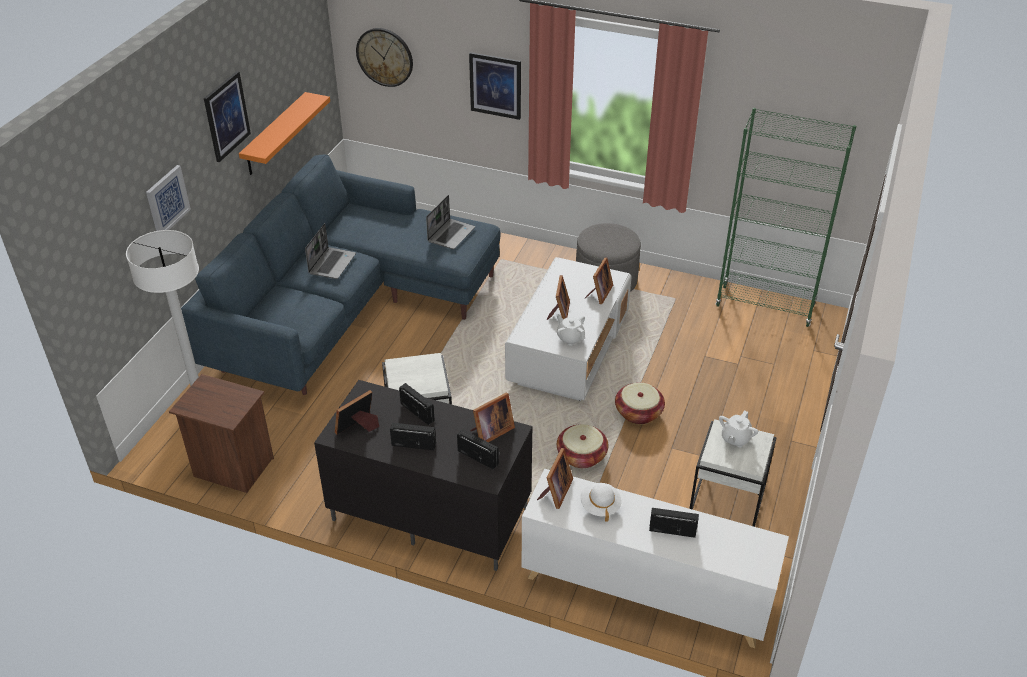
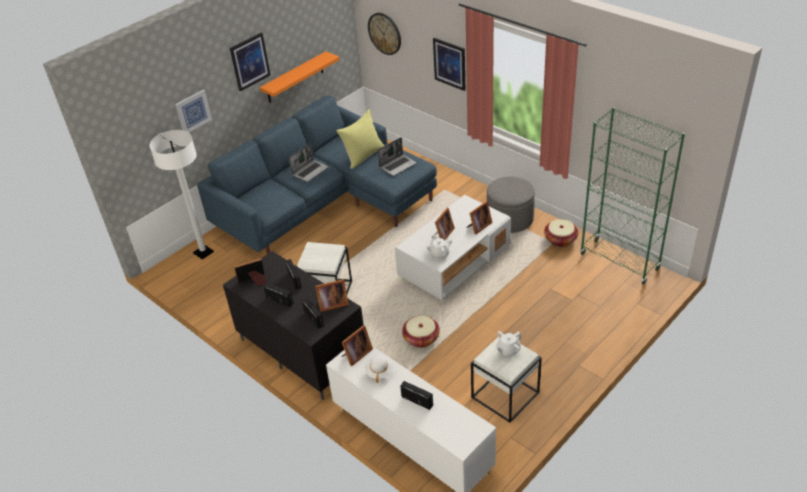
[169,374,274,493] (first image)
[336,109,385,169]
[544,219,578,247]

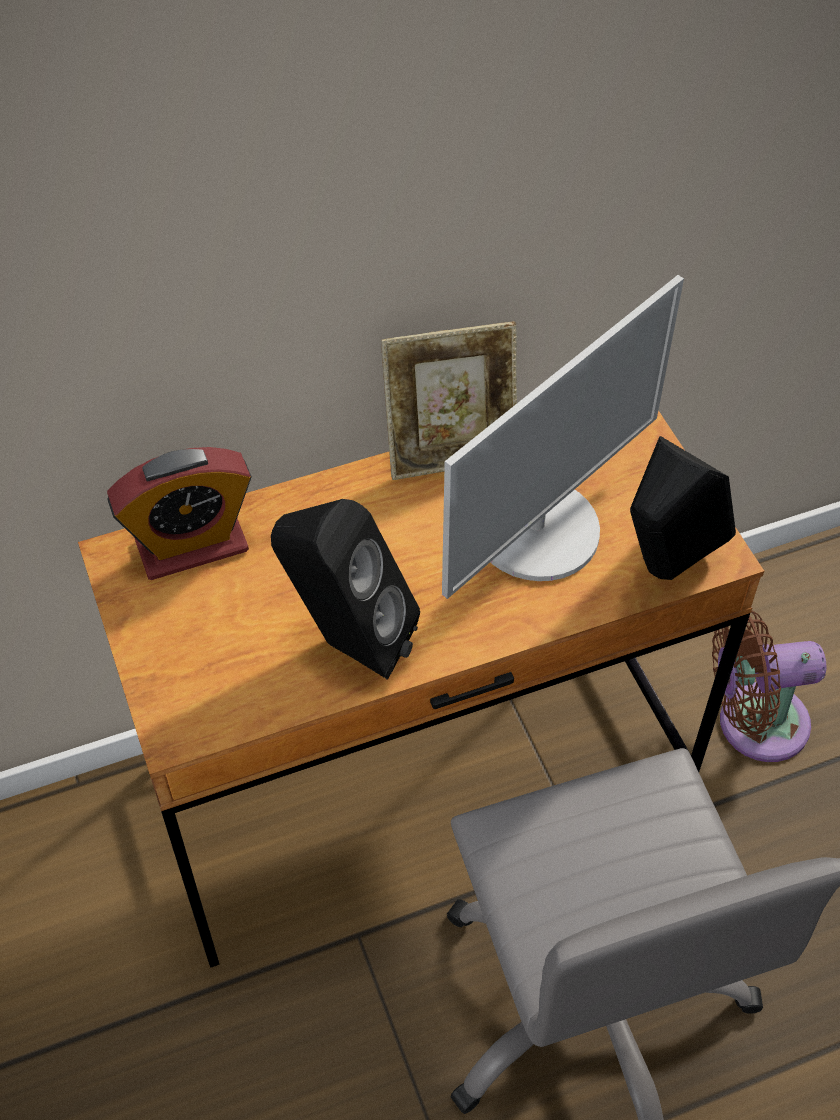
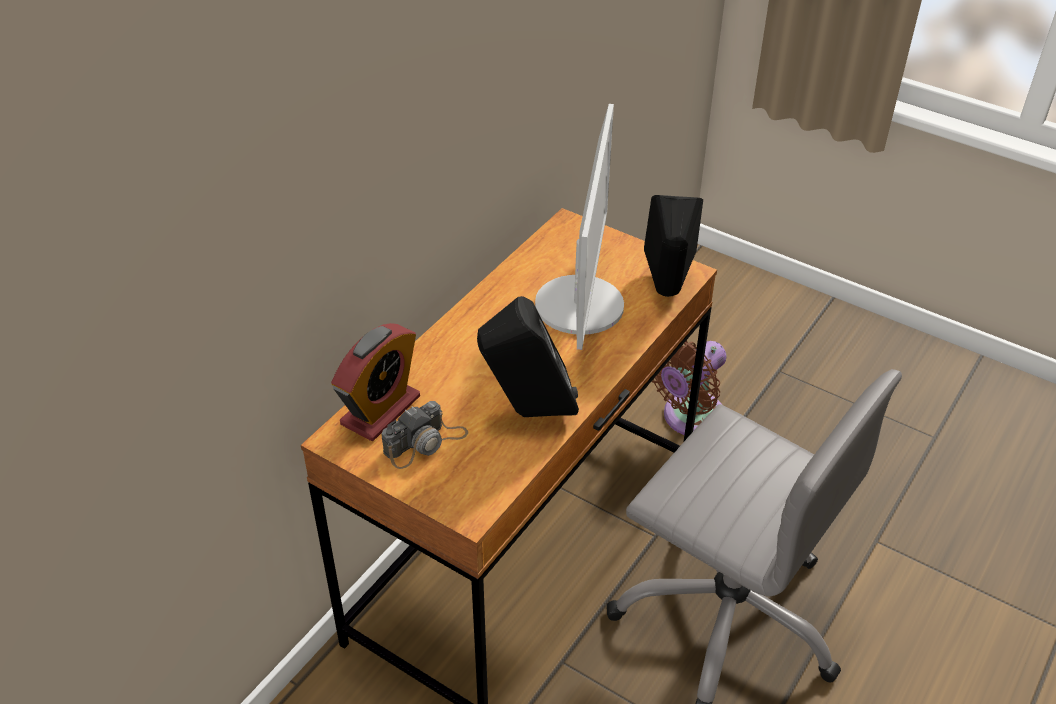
[381,321,517,480] (first image)
[381,401,468,469]

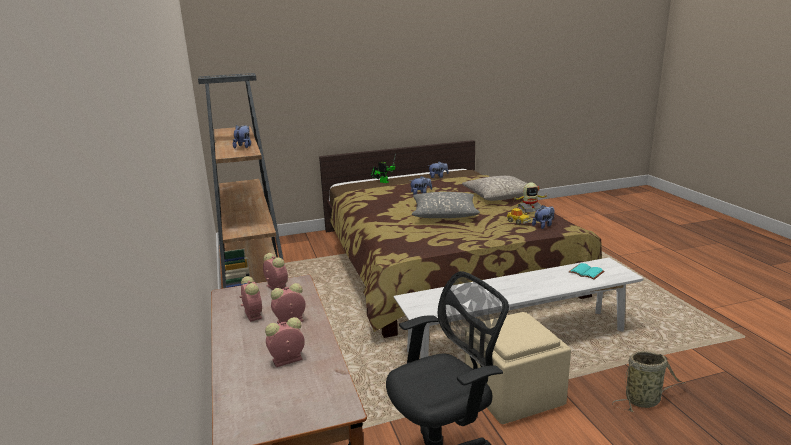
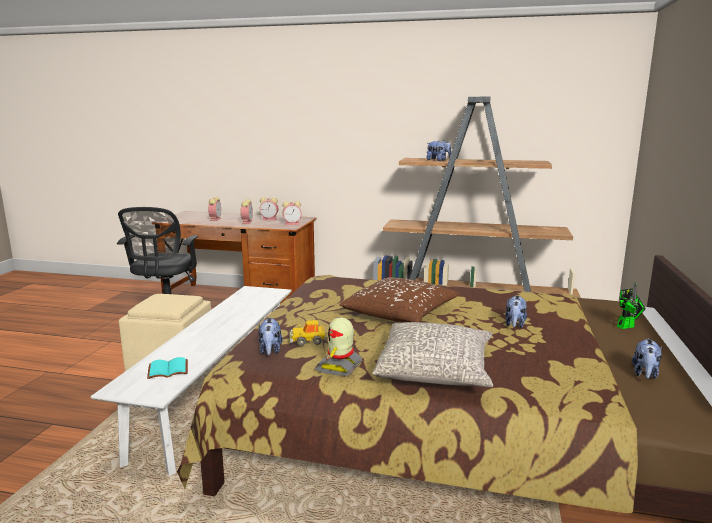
[612,351,685,412] (first image)
[339,277,459,322]

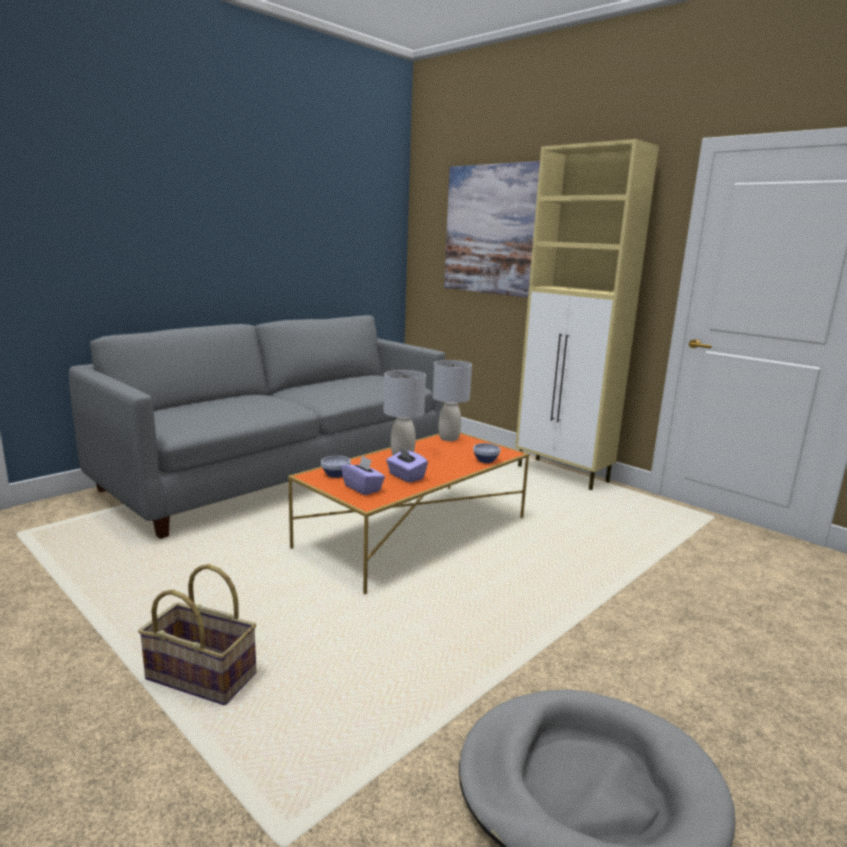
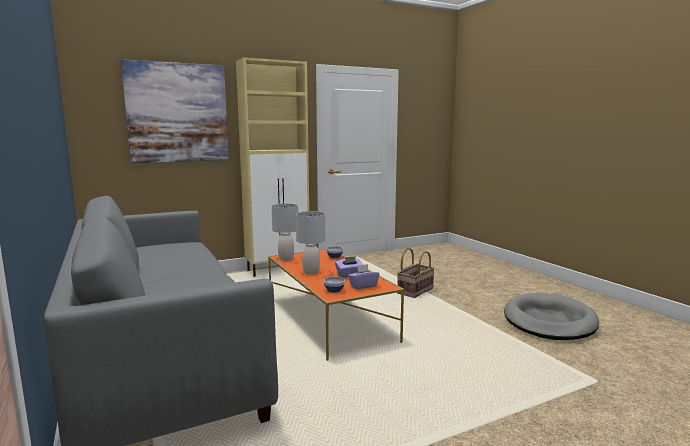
[397,248,435,298]

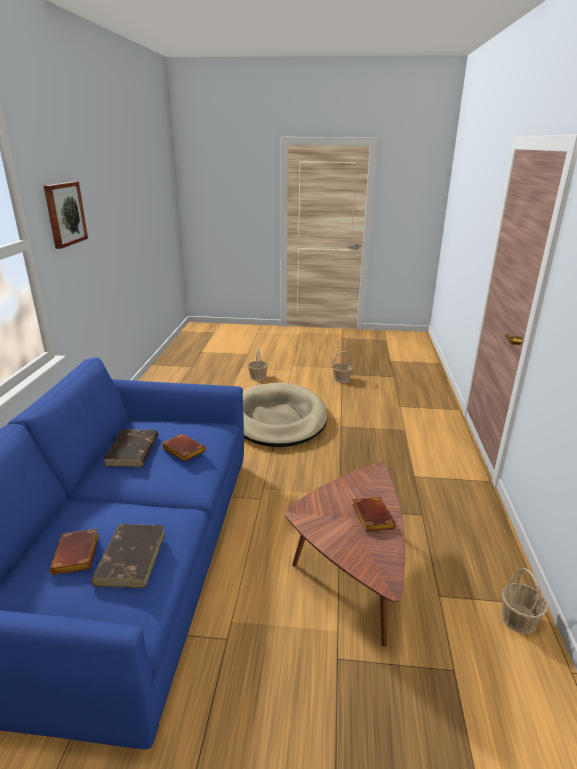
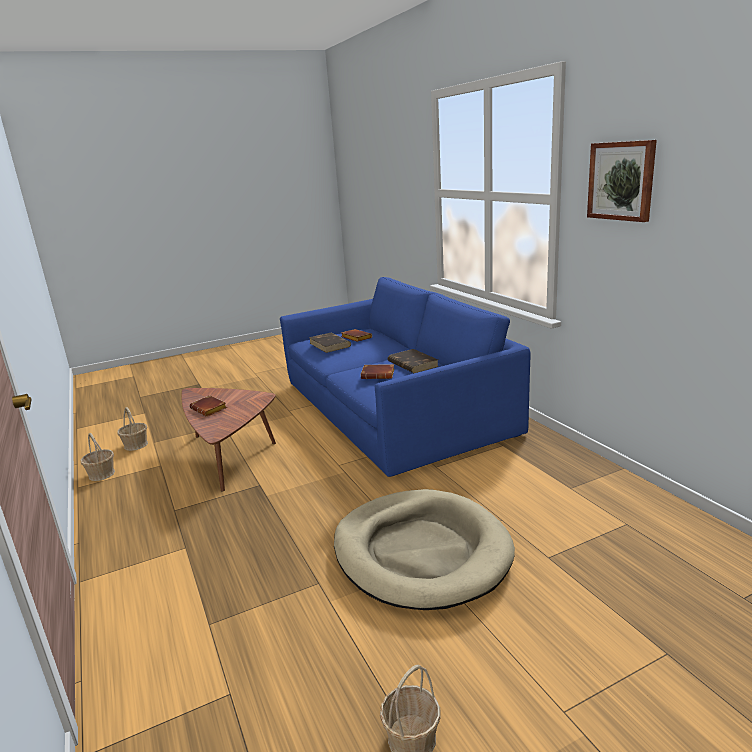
[117,407,148,451]

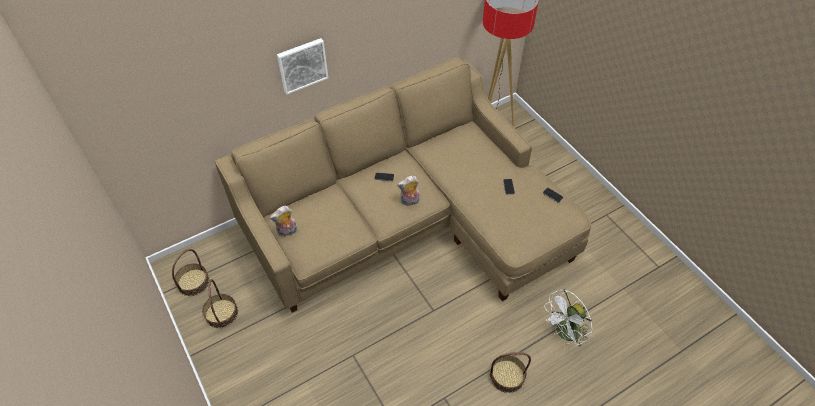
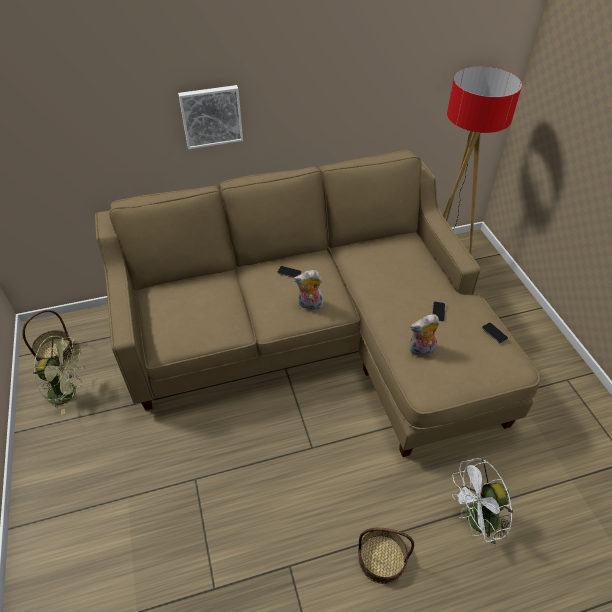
[409,314,440,356]
[33,335,85,415]

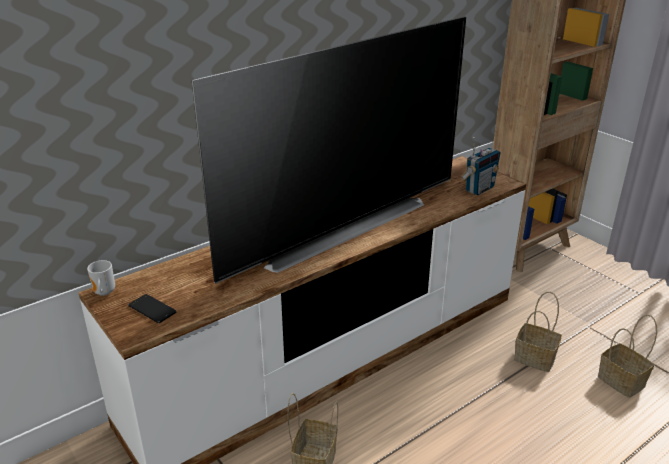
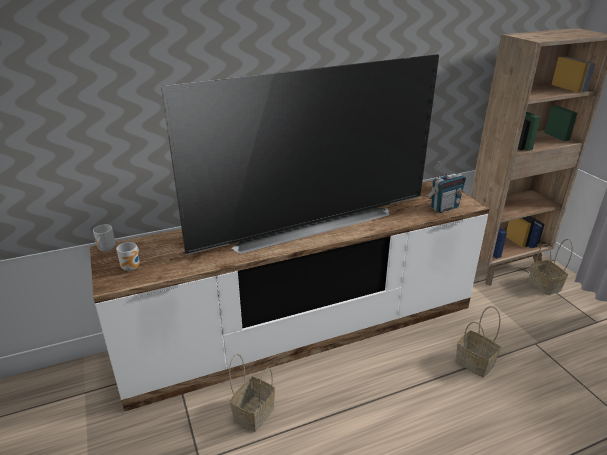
[528,239,573,295]
[116,242,140,271]

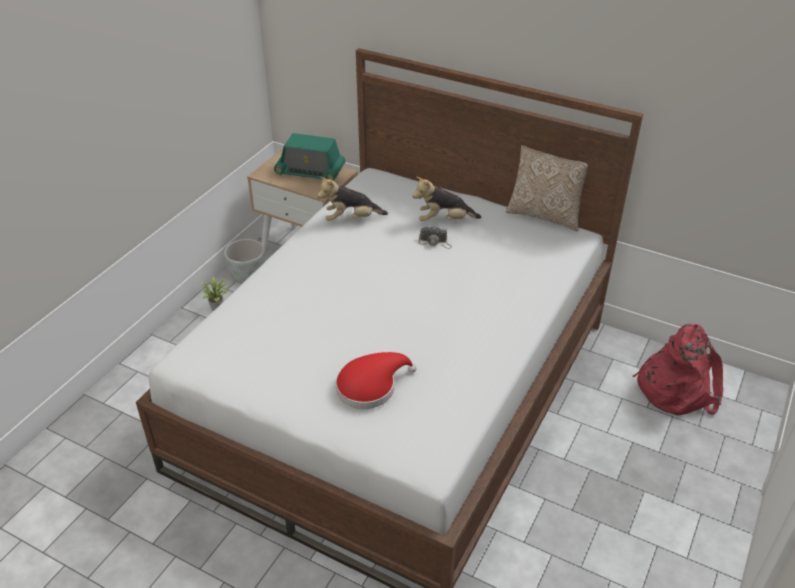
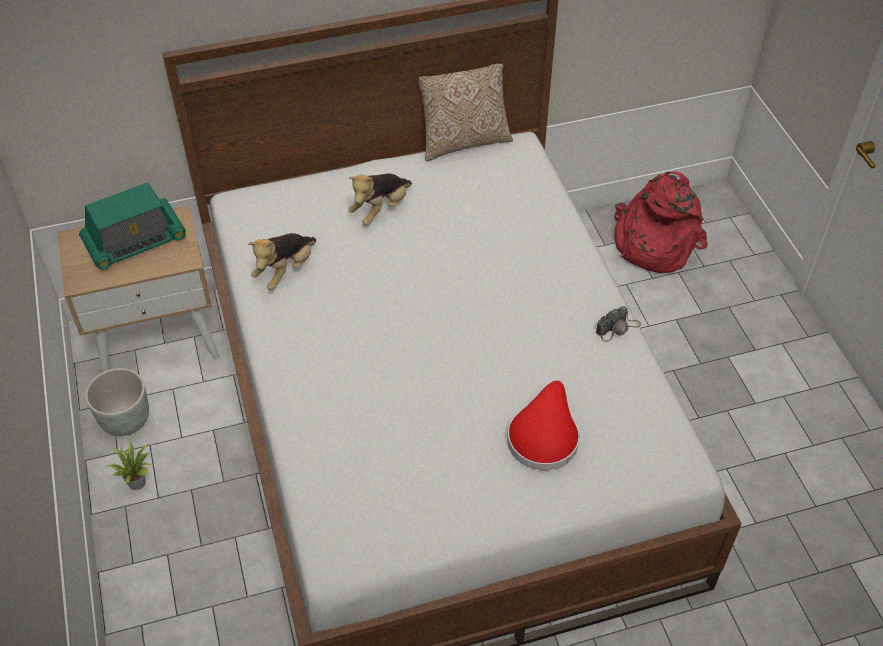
[596,306,641,342]

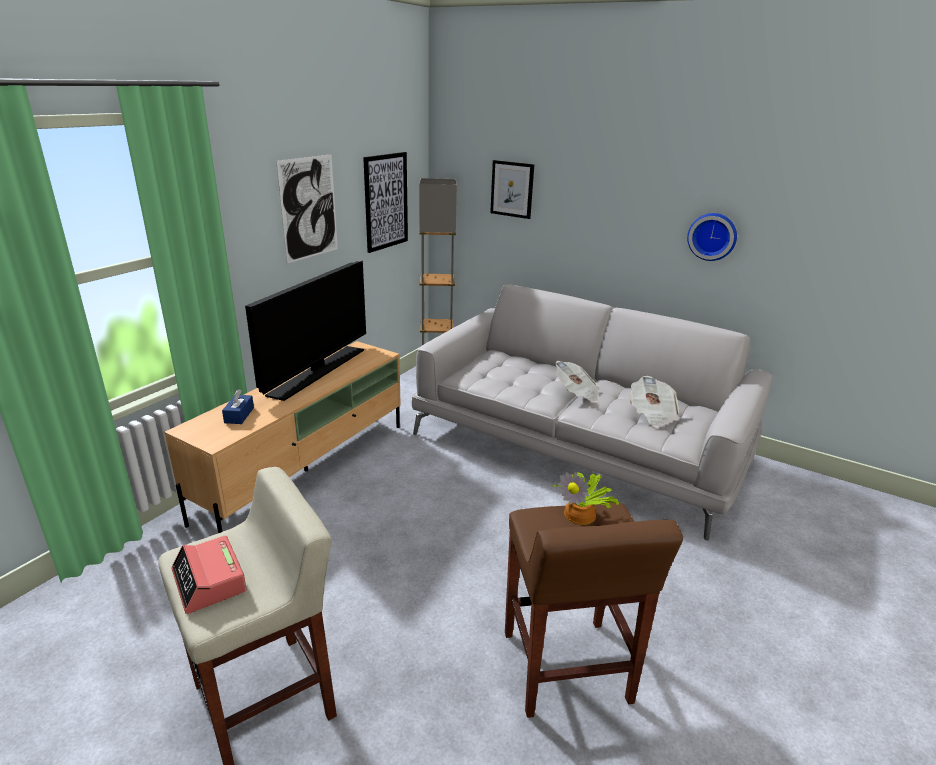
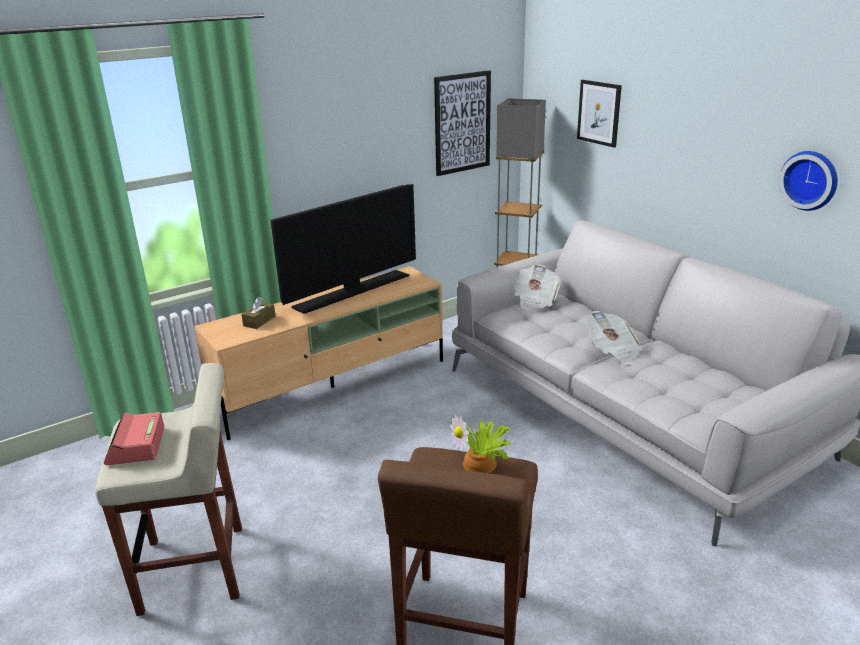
[276,154,338,264] (first image)
[513,264,561,310]
[241,297,276,329]

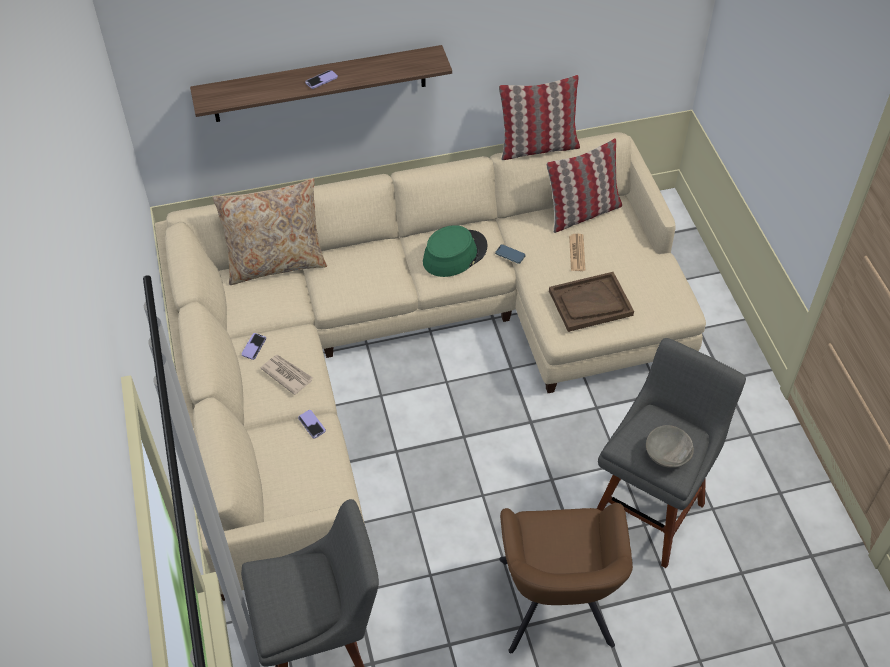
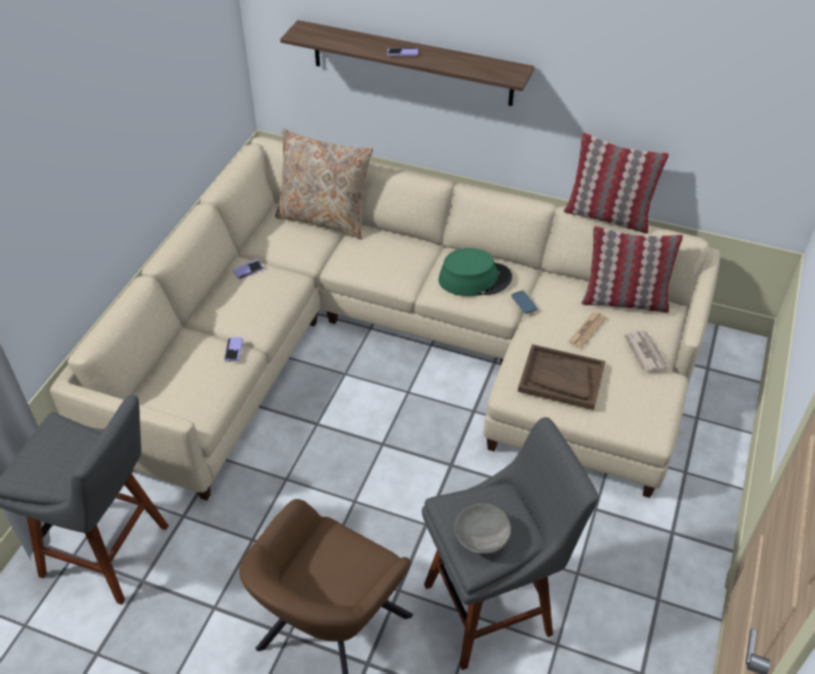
[624,331,669,372]

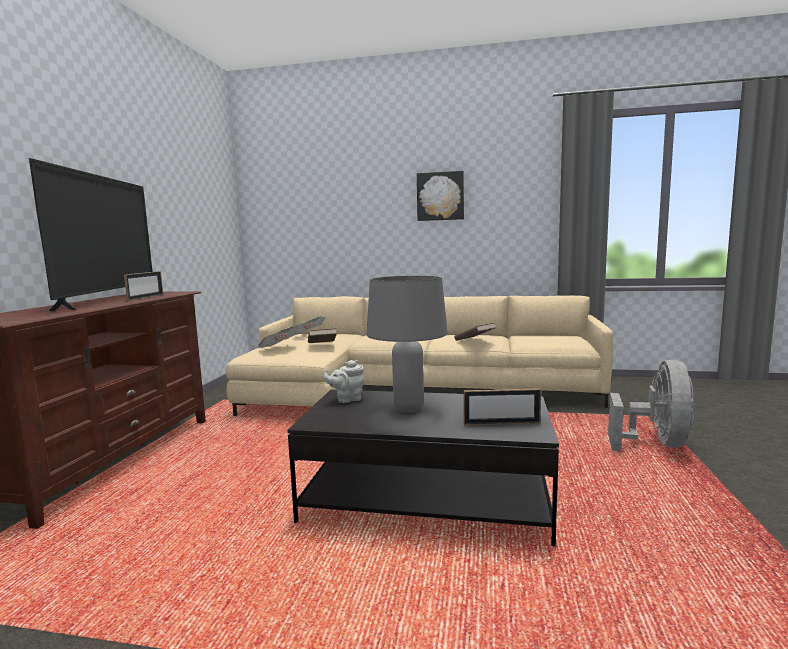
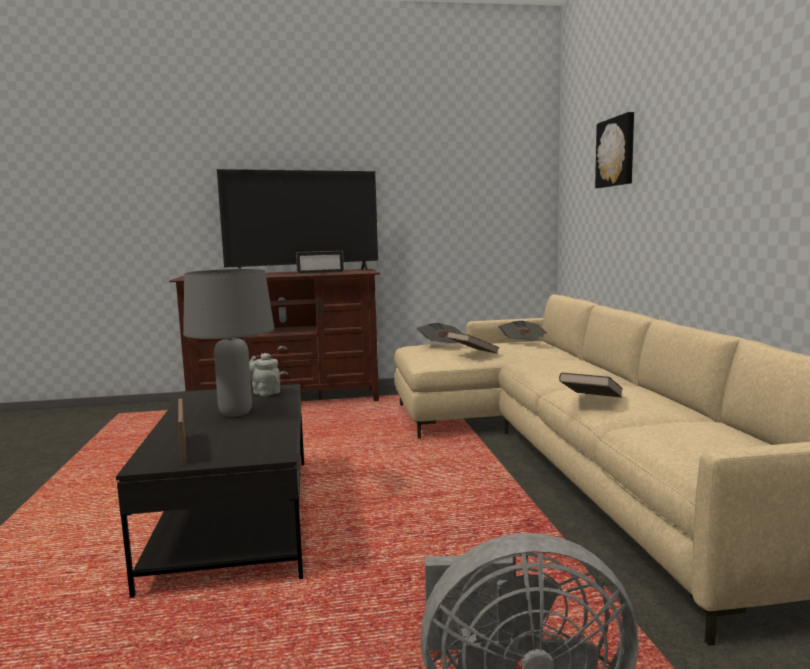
[595,112,634,188]

